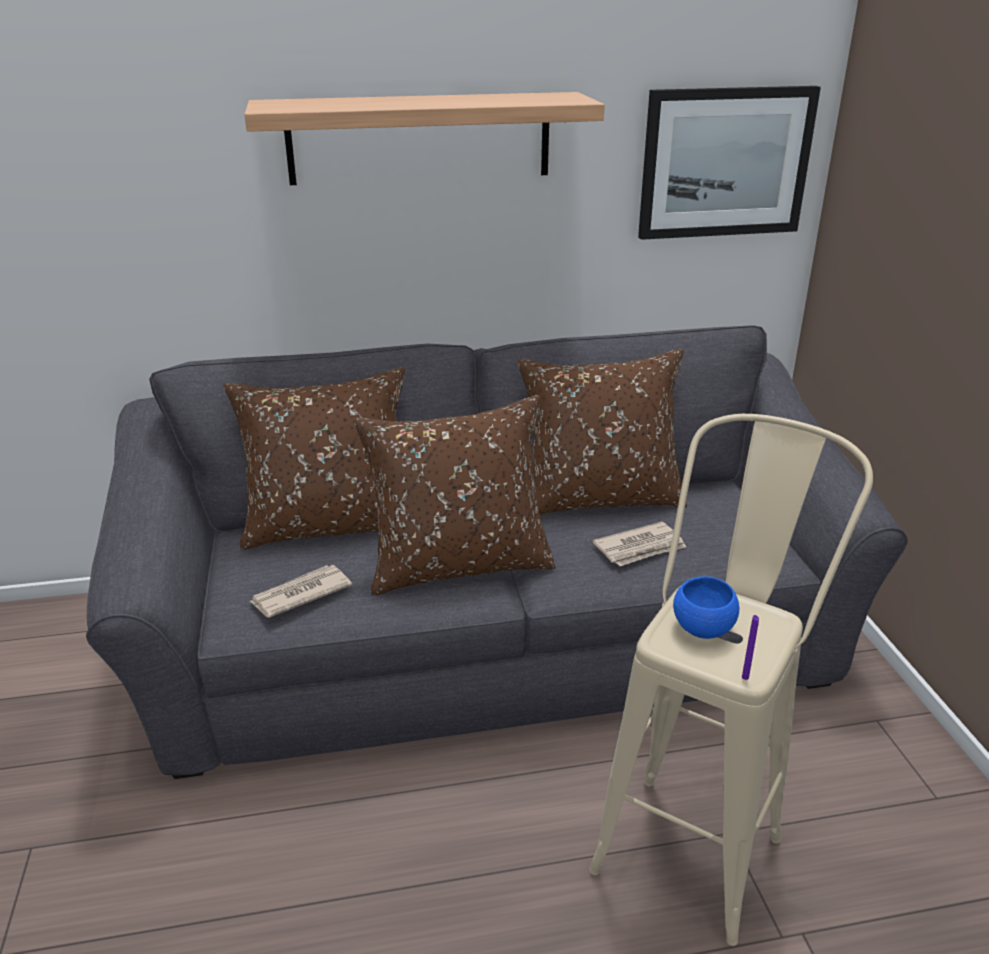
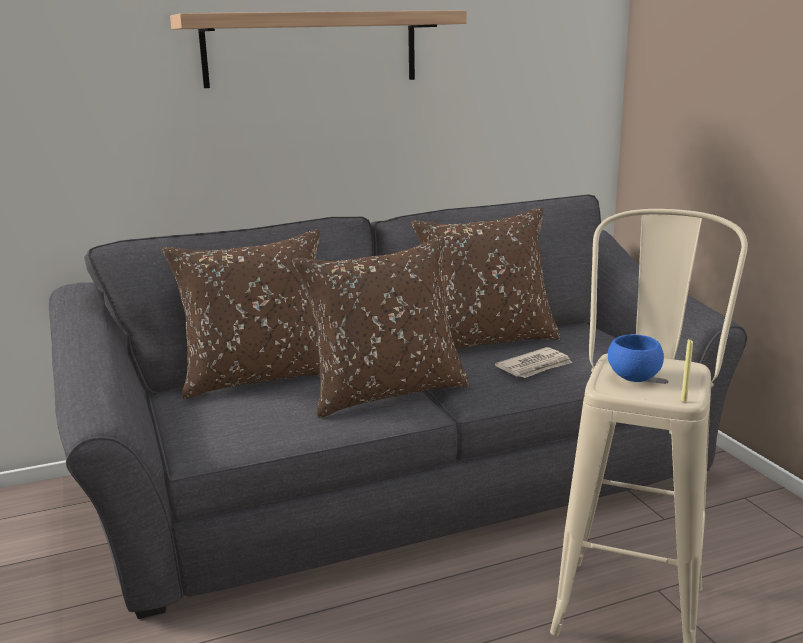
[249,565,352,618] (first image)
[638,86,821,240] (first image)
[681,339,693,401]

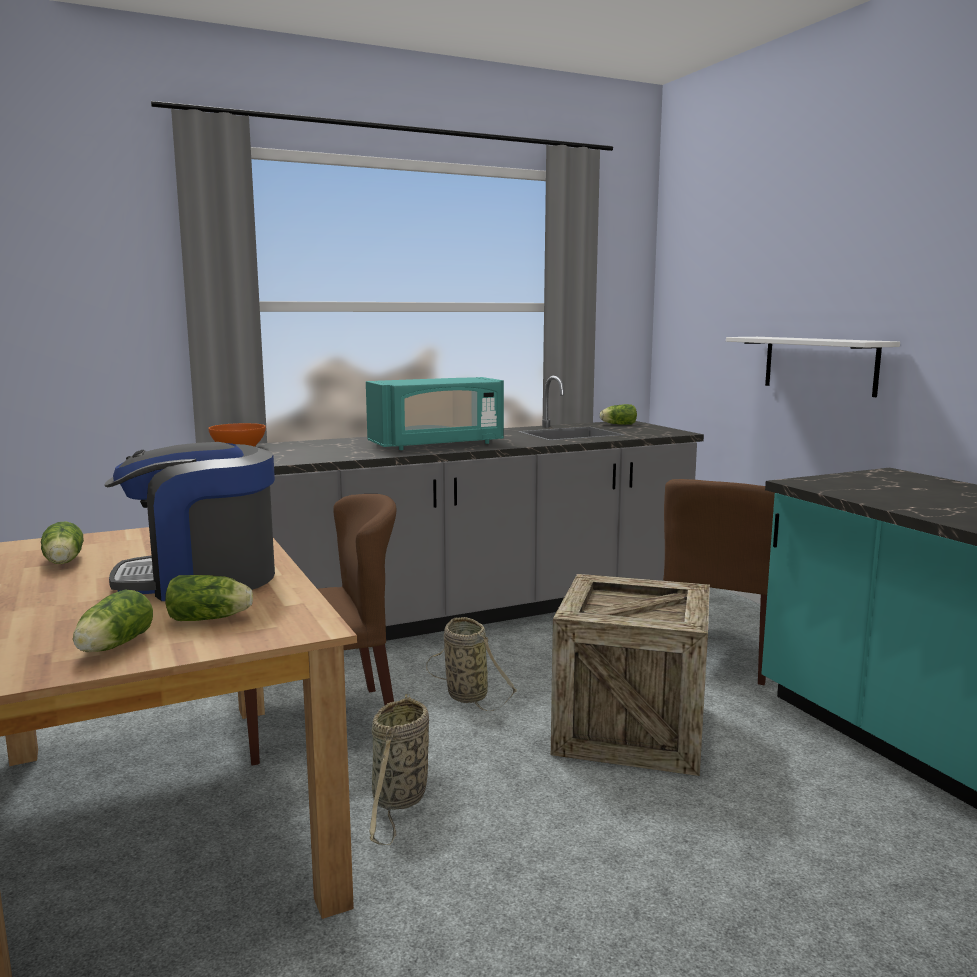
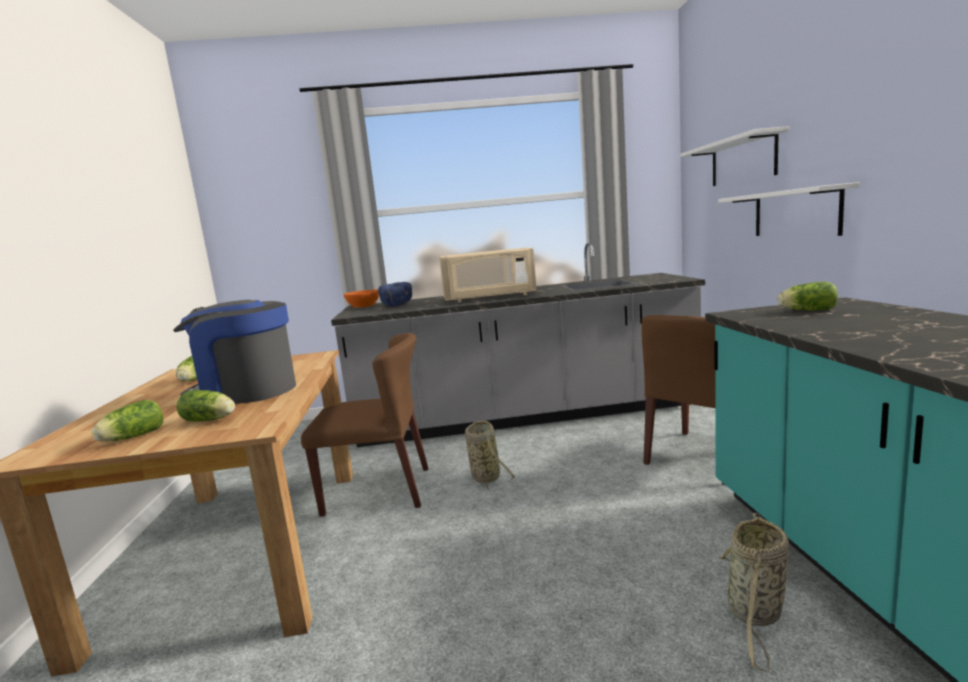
[551,574,710,776] (first image)
[378,282,412,306]
[680,126,789,186]
[717,513,789,672]
[778,282,838,311]
[439,248,537,303]

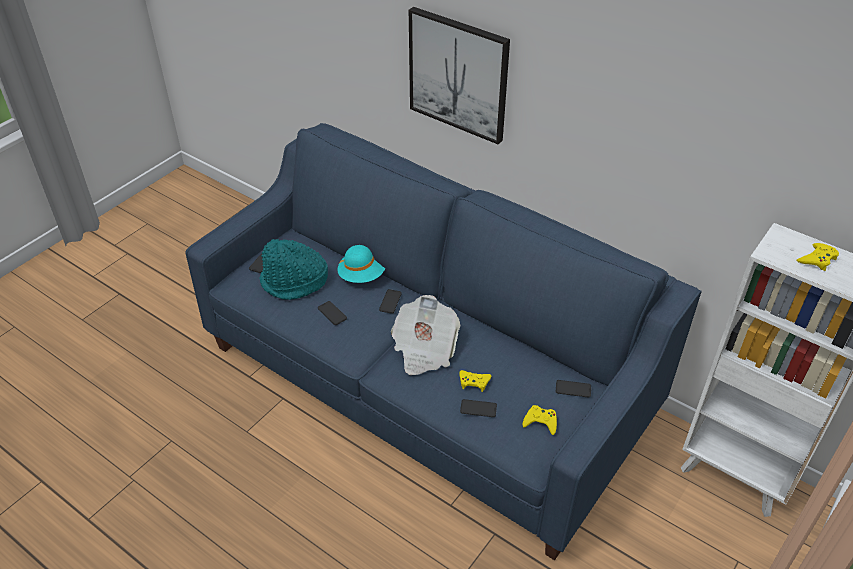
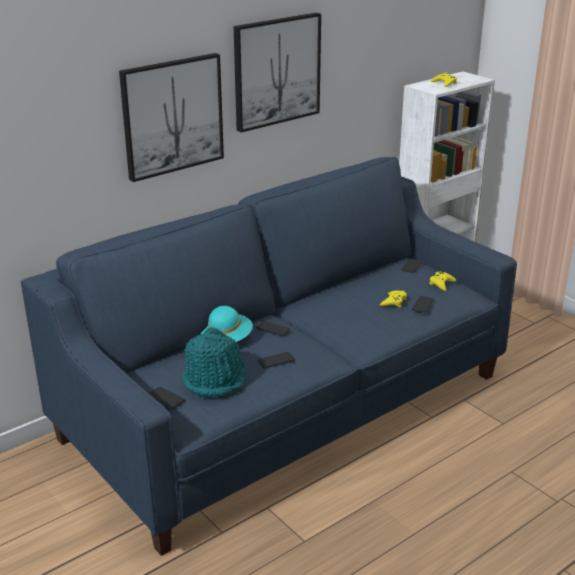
[391,295,461,375] (first image)
[234,12,321,133]

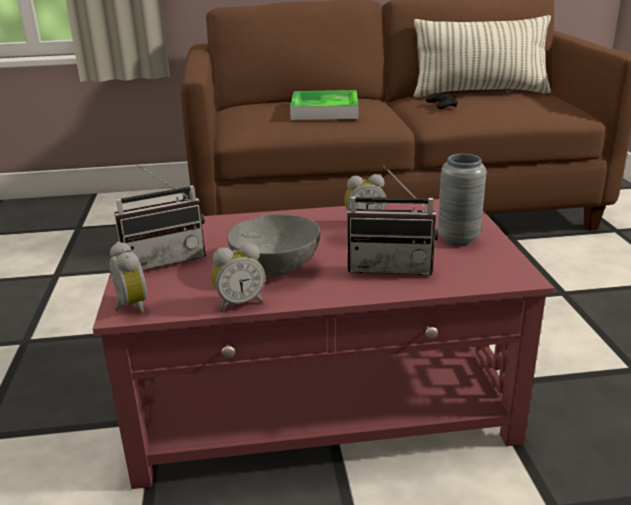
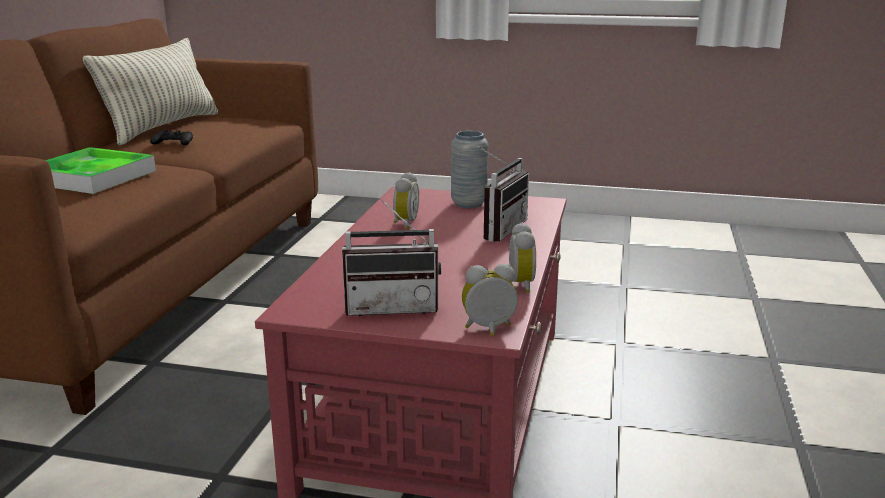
[227,214,321,276] (first image)
[342,197,441,316]

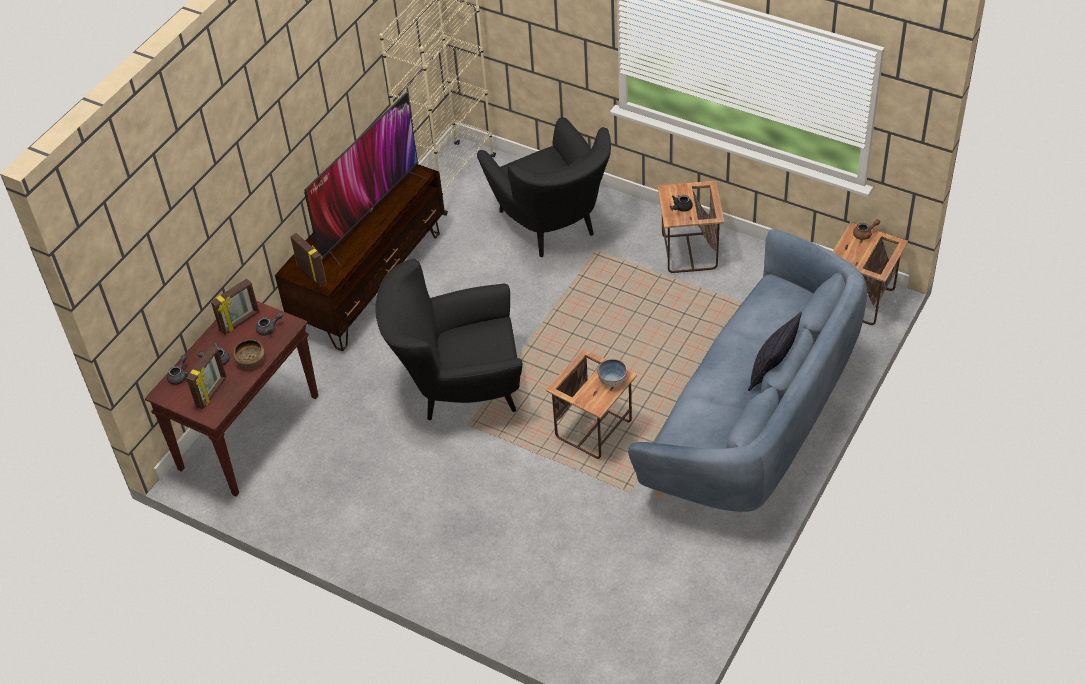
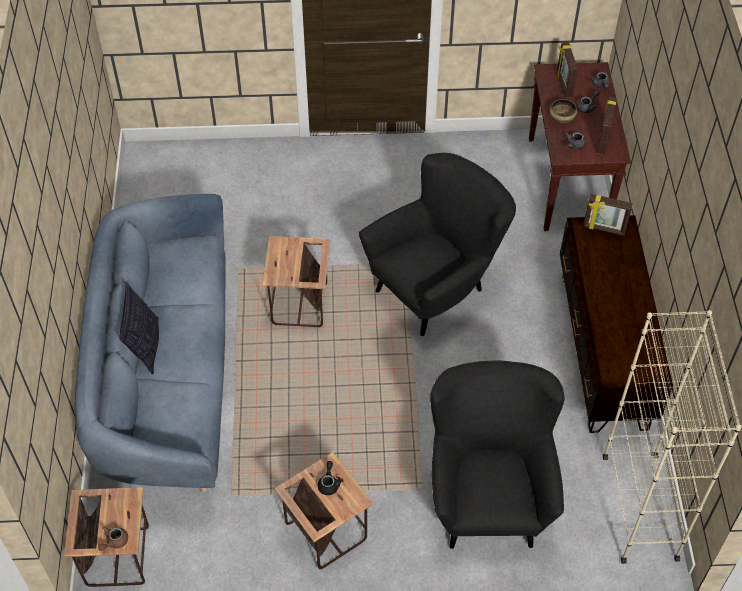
[304,92,427,266] (first image)
[597,359,627,387] (first image)
[430,361,565,549]

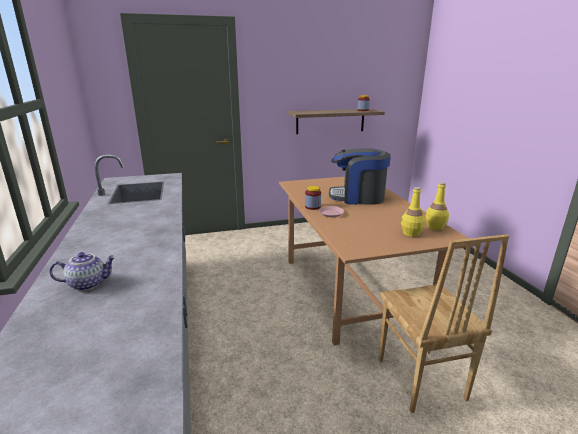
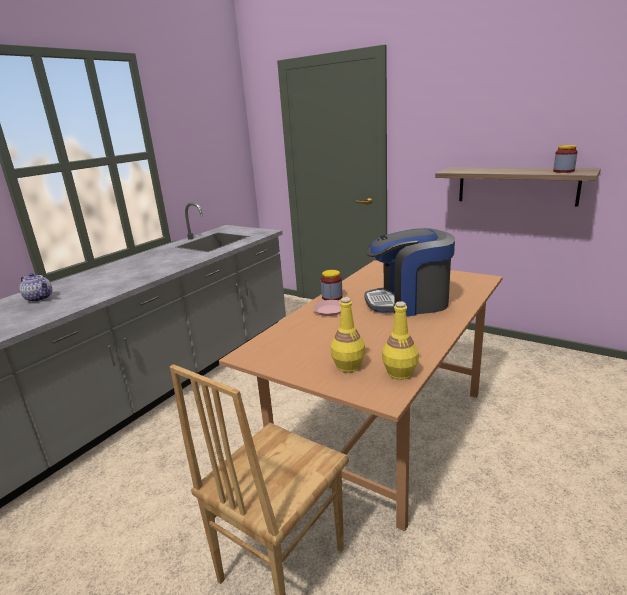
[364,228,455,316]

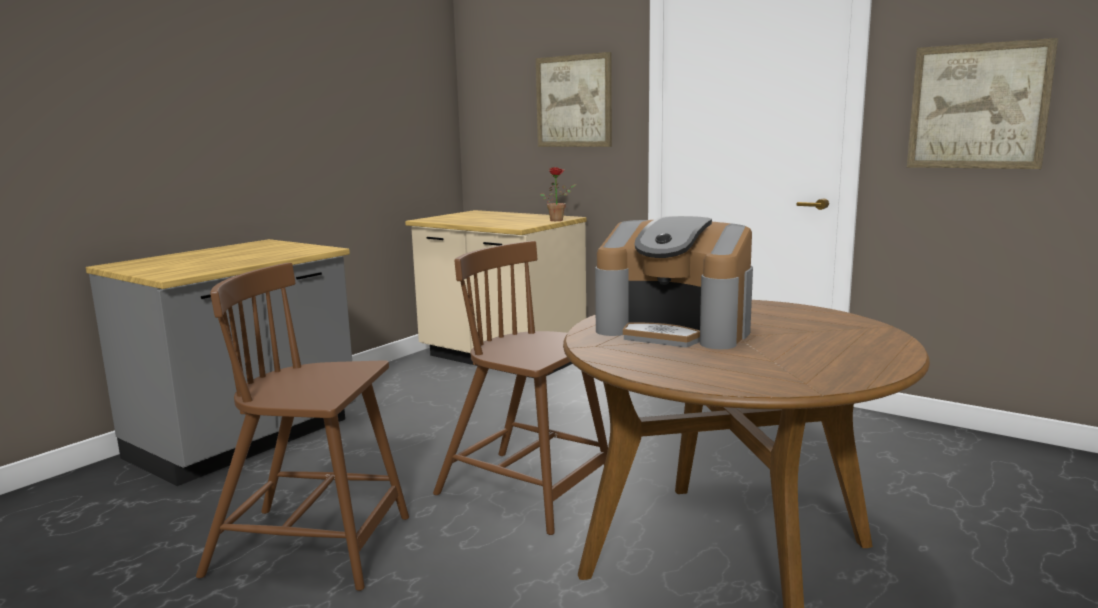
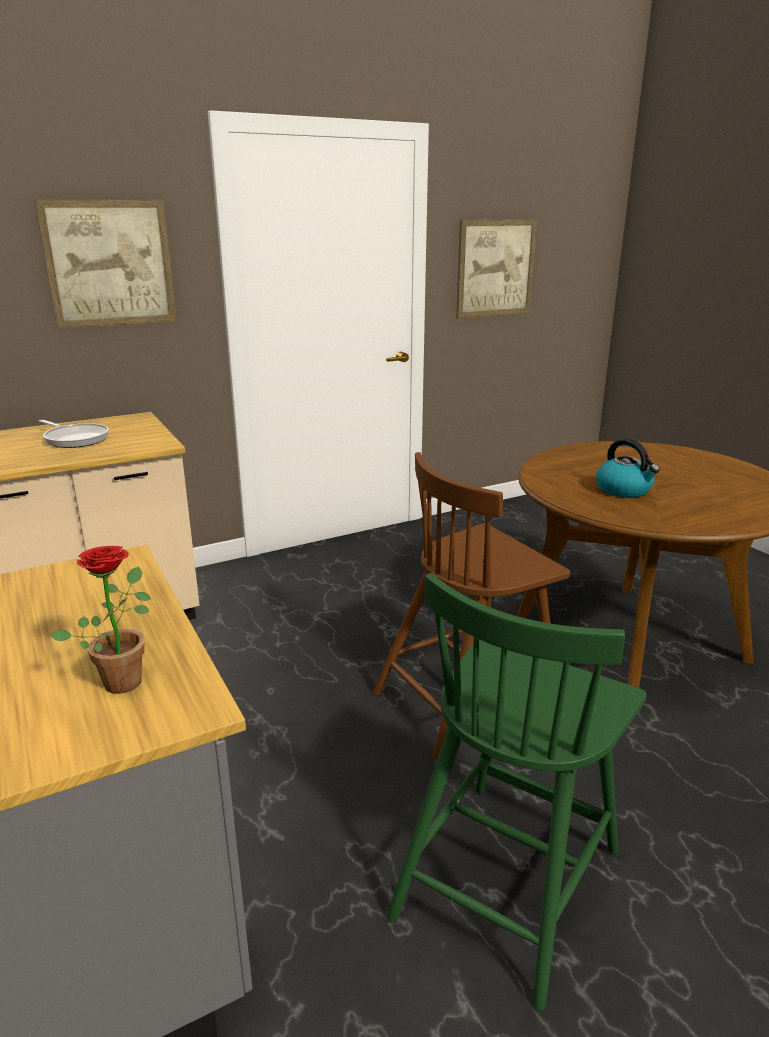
[39,420,109,448]
[50,546,151,694]
[596,438,660,498]
[386,573,646,1011]

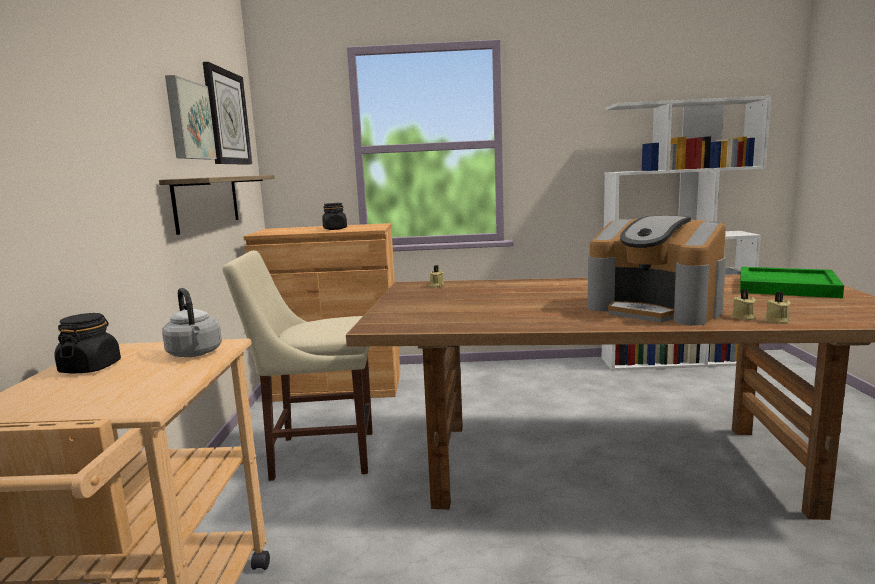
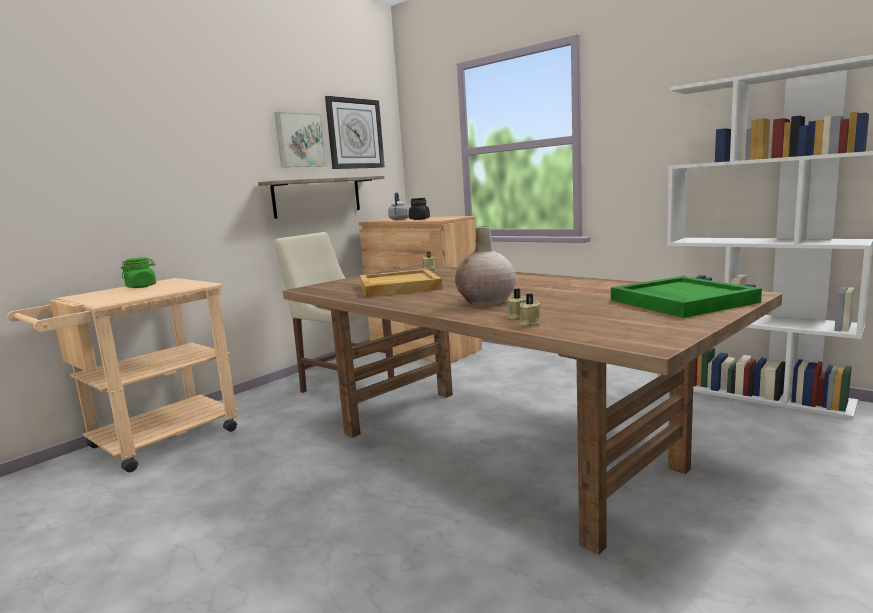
[360,269,442,297]
[388,192,409,220]
[455,226,516,306]
[121,257,156,288]

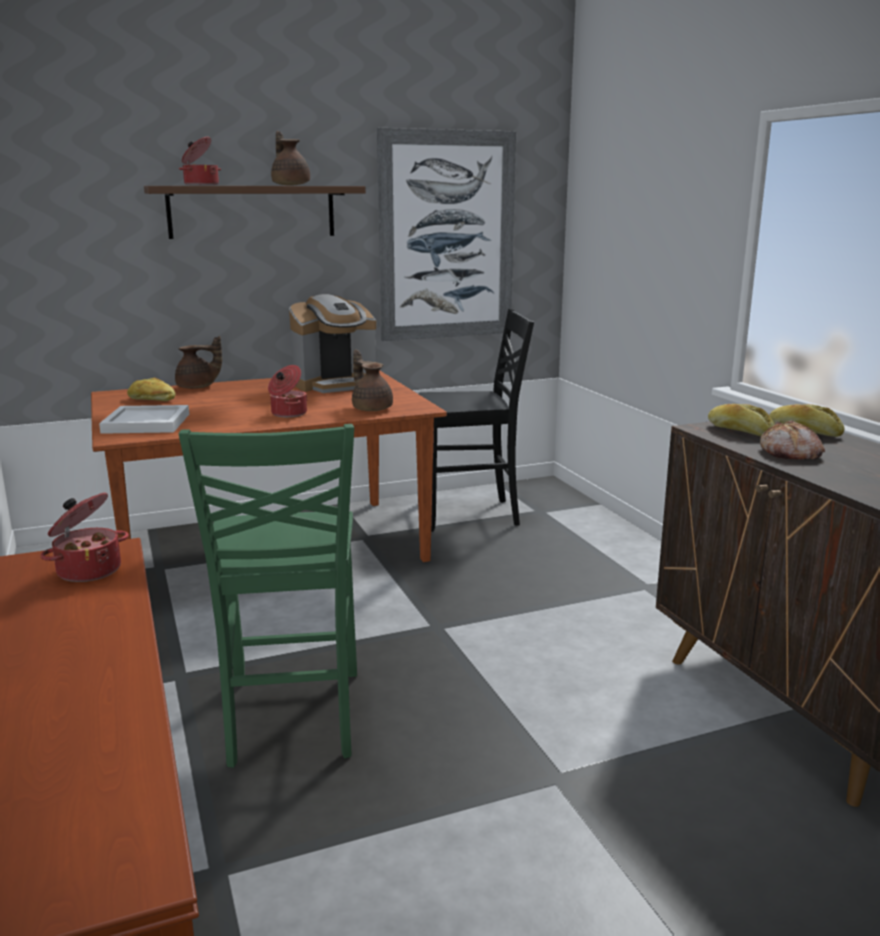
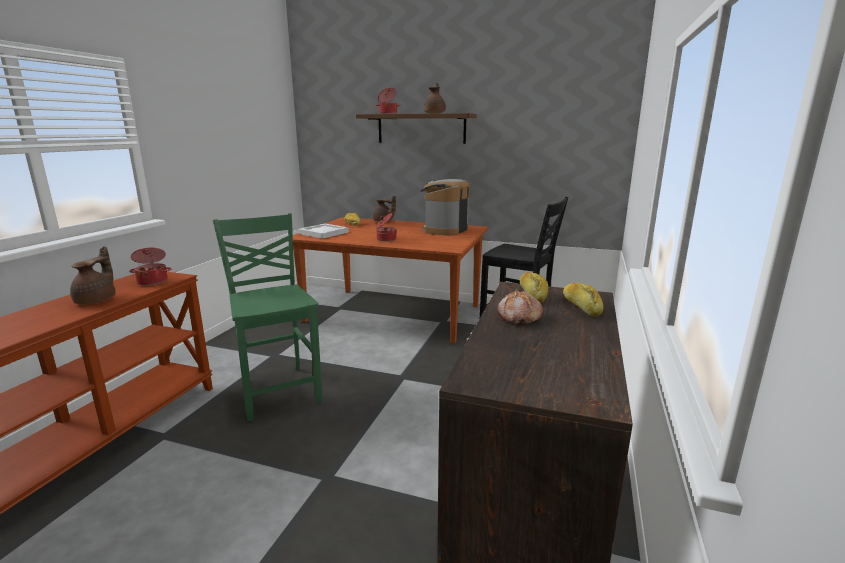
[377,128,516,341] (first image)
[70,246,116,305]
[213,213,323,421]
[420,179,470,235]

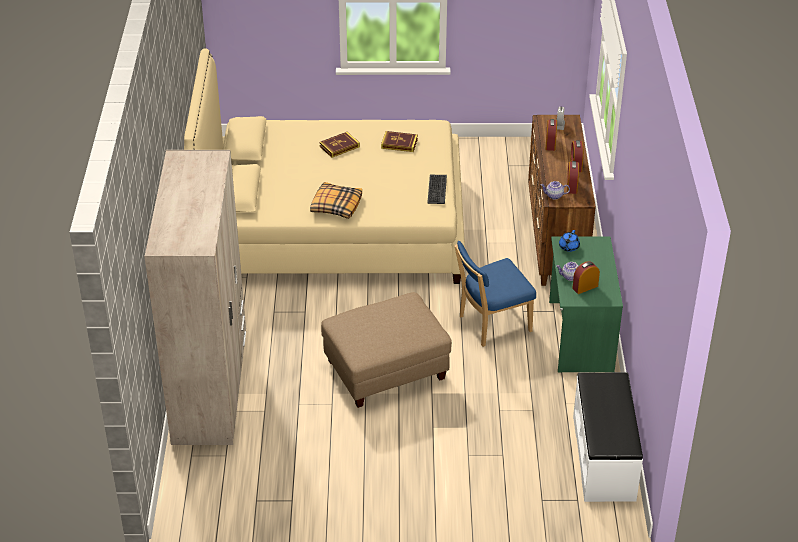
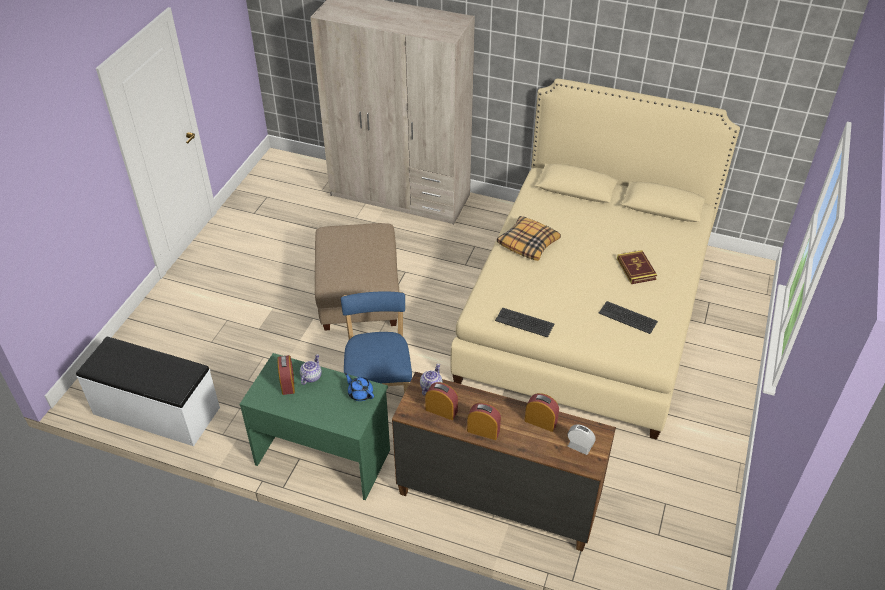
[599,301,658,334]

